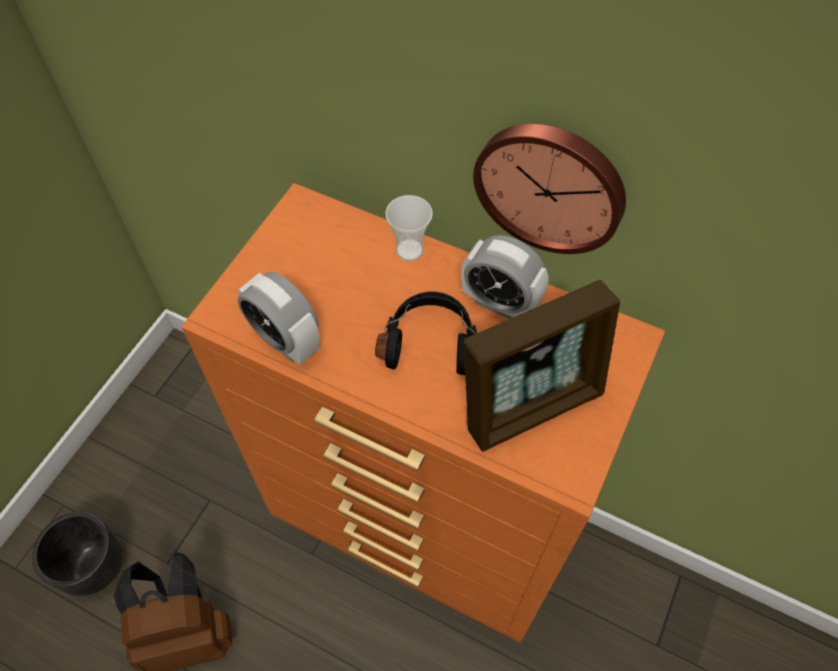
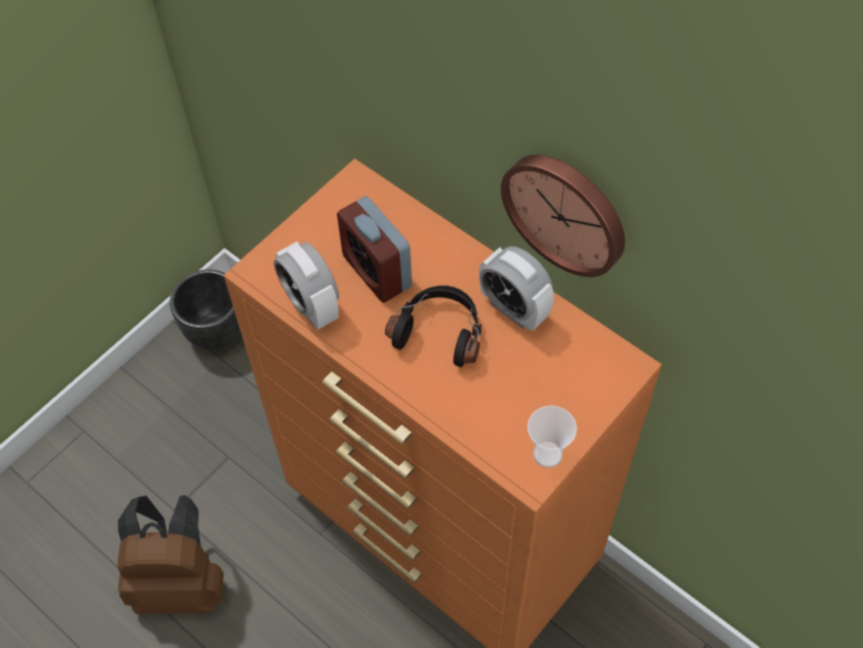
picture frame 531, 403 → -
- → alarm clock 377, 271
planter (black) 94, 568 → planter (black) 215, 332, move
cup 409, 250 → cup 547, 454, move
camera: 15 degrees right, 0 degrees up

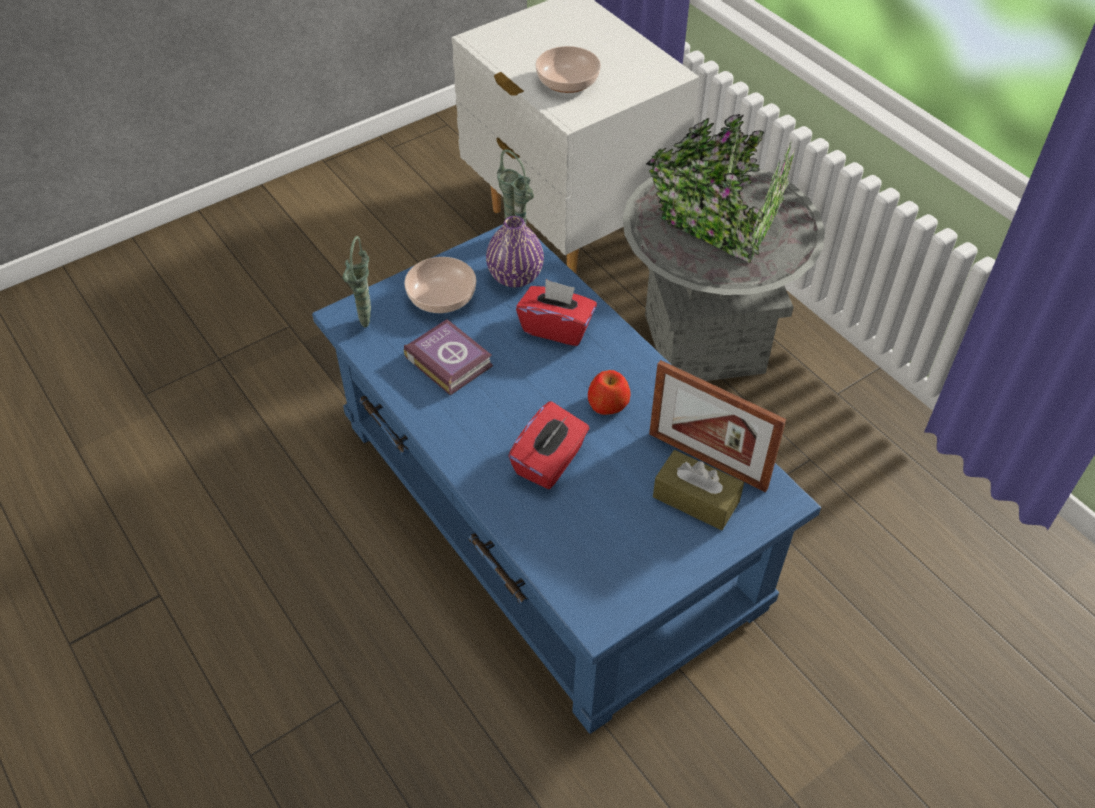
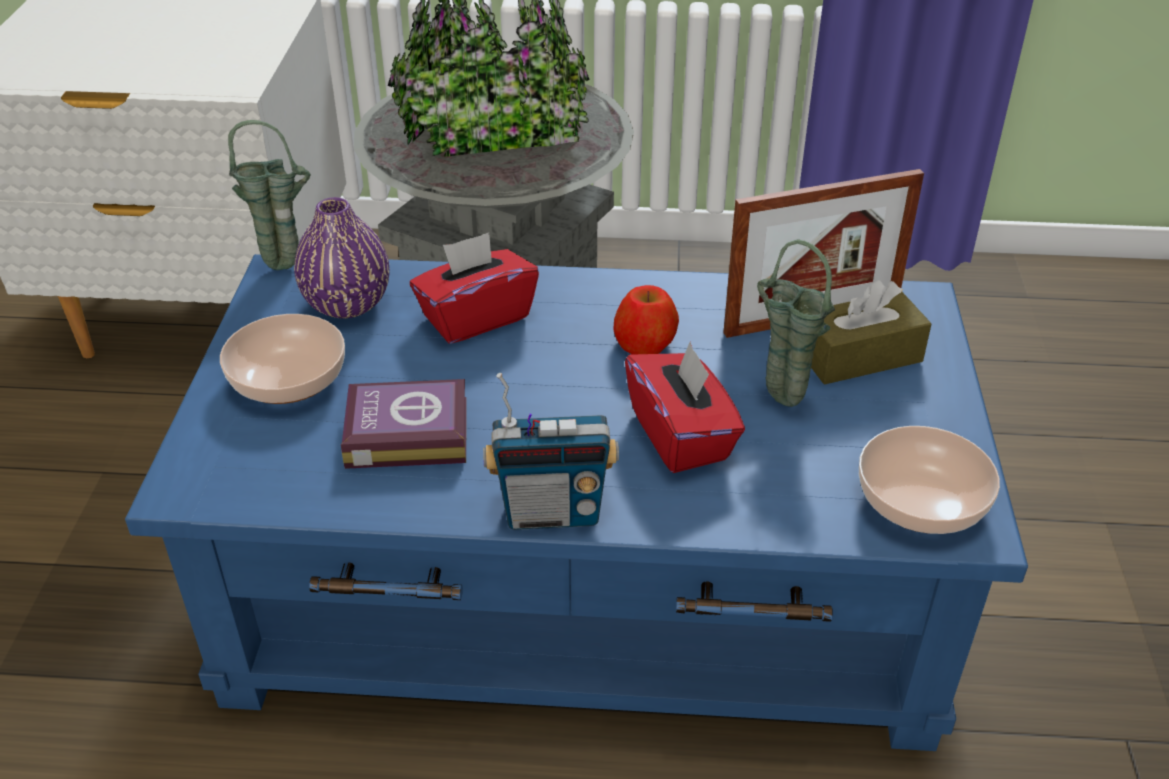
- → radio 552, 512
vase (green) 366, 321 → vase (green) 779, 400, move
bowl 567, 82 → bowl 923, 503, move
camera: 50 degrees left, 10 degrees down

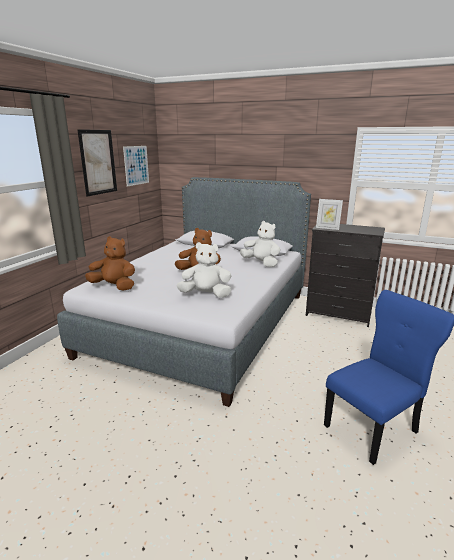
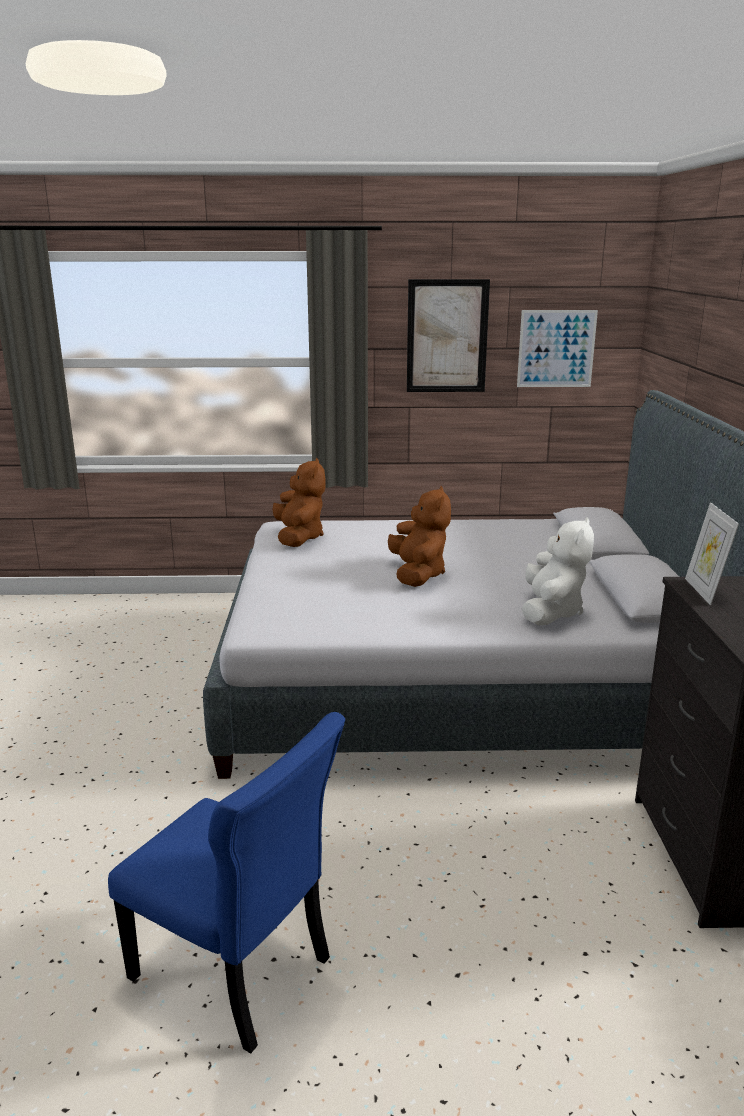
plush toy (white) 206, 295 → -
camera: 65 degrees right, 0 degrees up

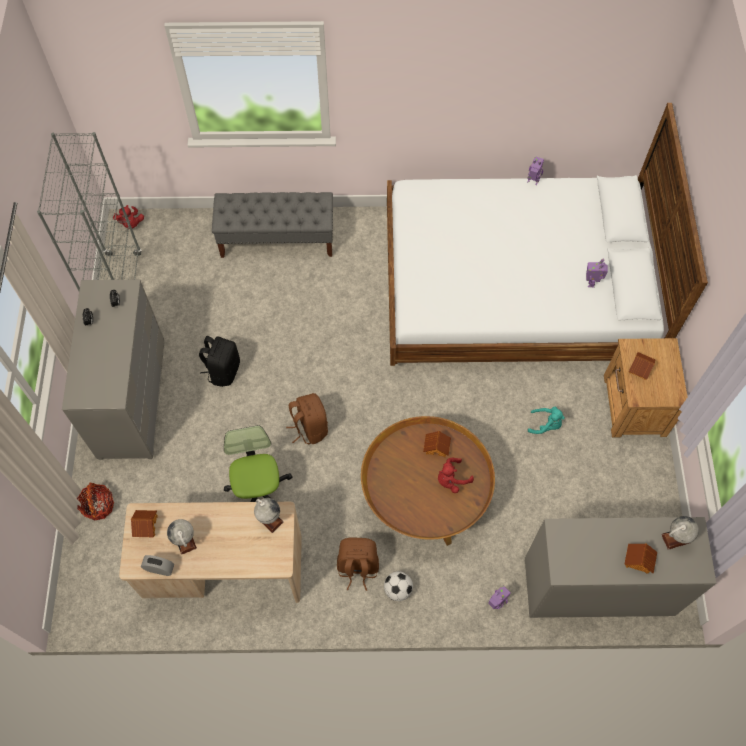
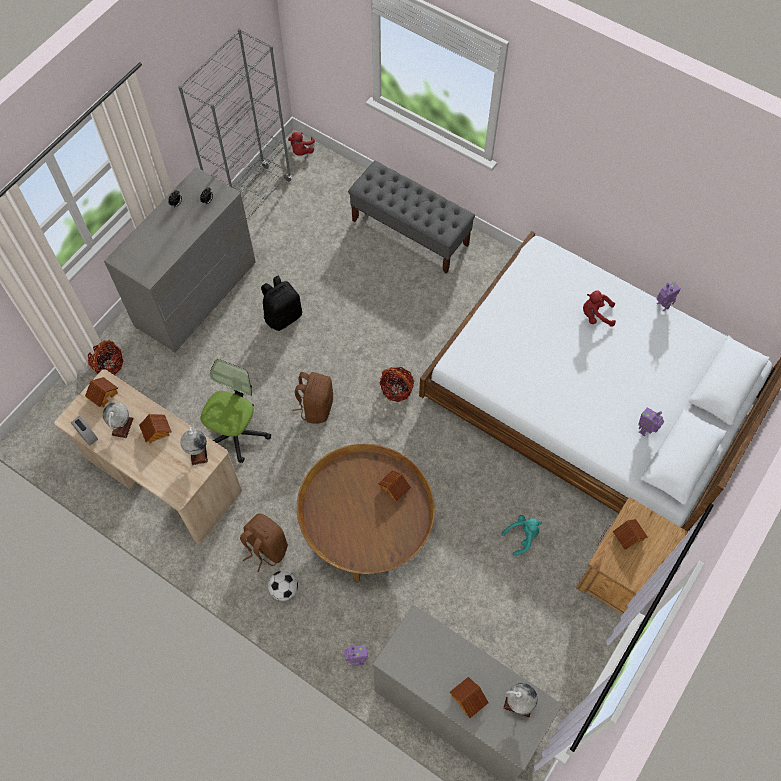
- → toy house 156, 431
- → basket 397, 389
plush toy (red) 451, 479 → plush toy (red) 595, 315, move
plush toy (turquoise) 546, 425 → plush toy (turquoise) 522, 536, 75 degrees counterclockwise
camera: 35 degrees right, 0 degrees up

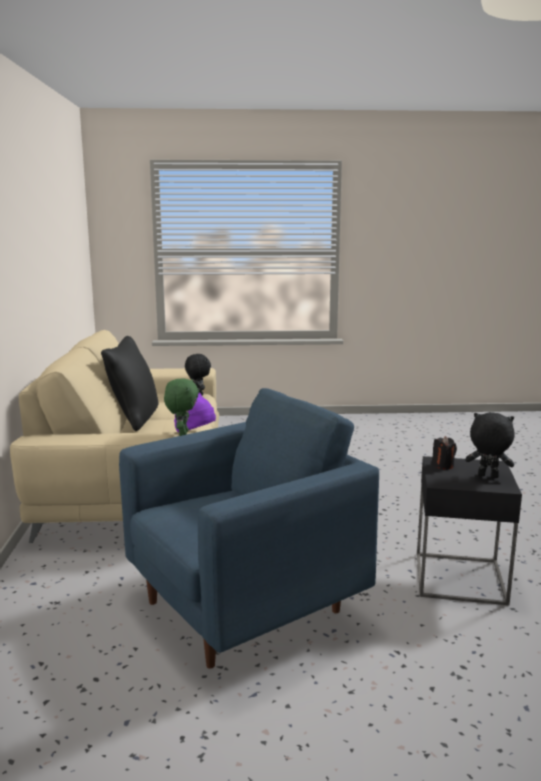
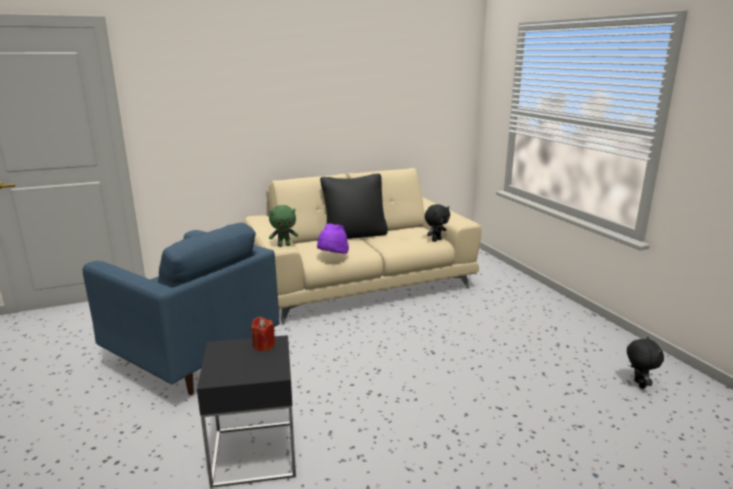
plush toy (black) 487, 476 → plush toy (black) 638, 384, move
candle (black) 443, 465 → candle (red) 263, 345
camera: 70 degrees right, 5 degrees up

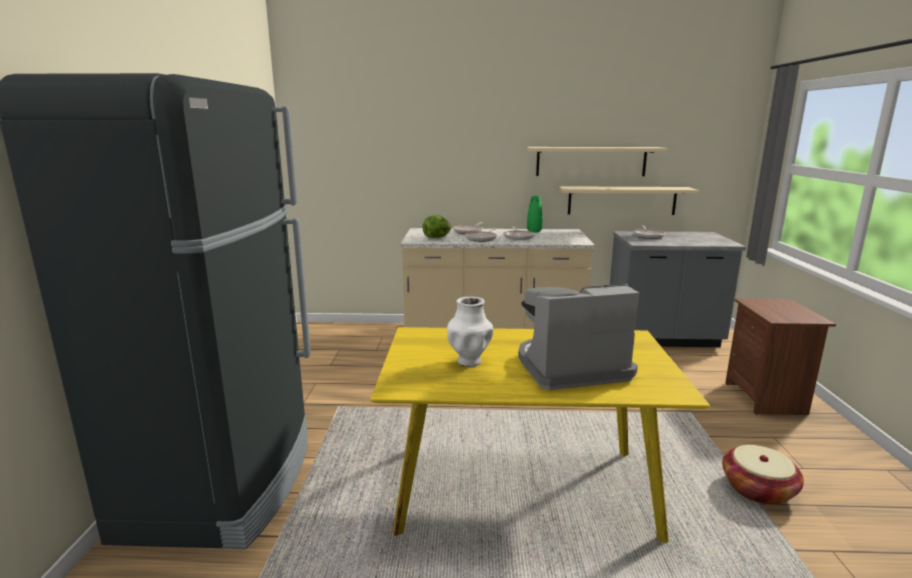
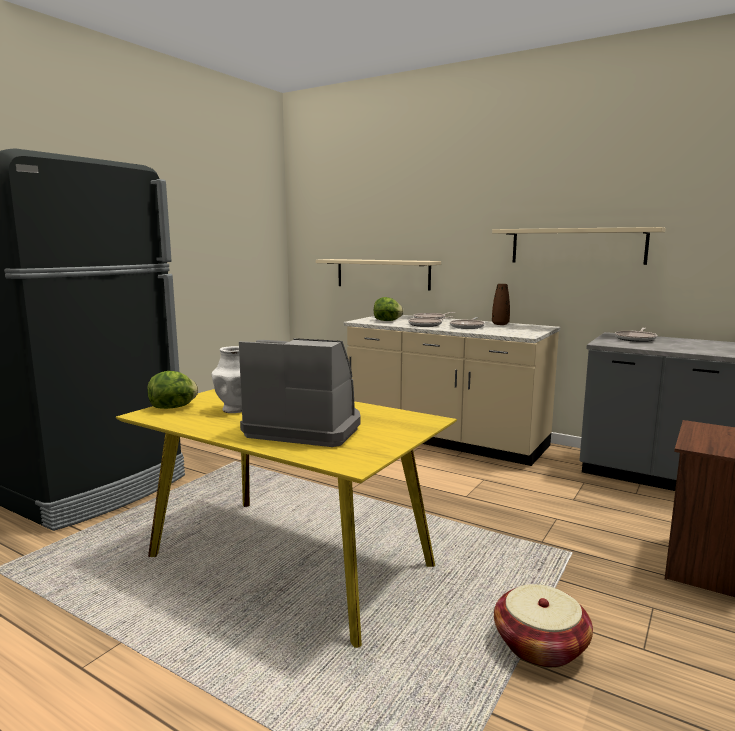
- → lettuce 174, 407
shelf (beige) 621, 200 → shelf (beige) 382, 274, move
vase (green) 534, 231 → vase (brown) 500, 324
camera: 30 degrees right, 5 degrees down

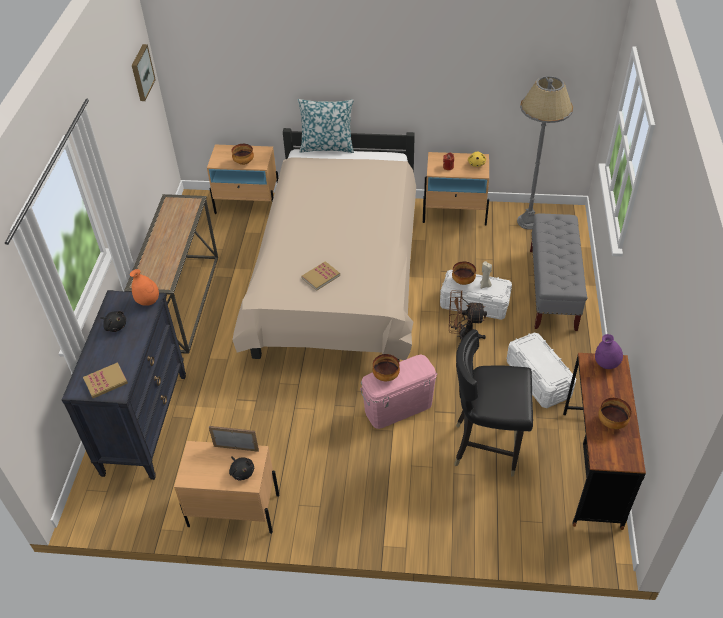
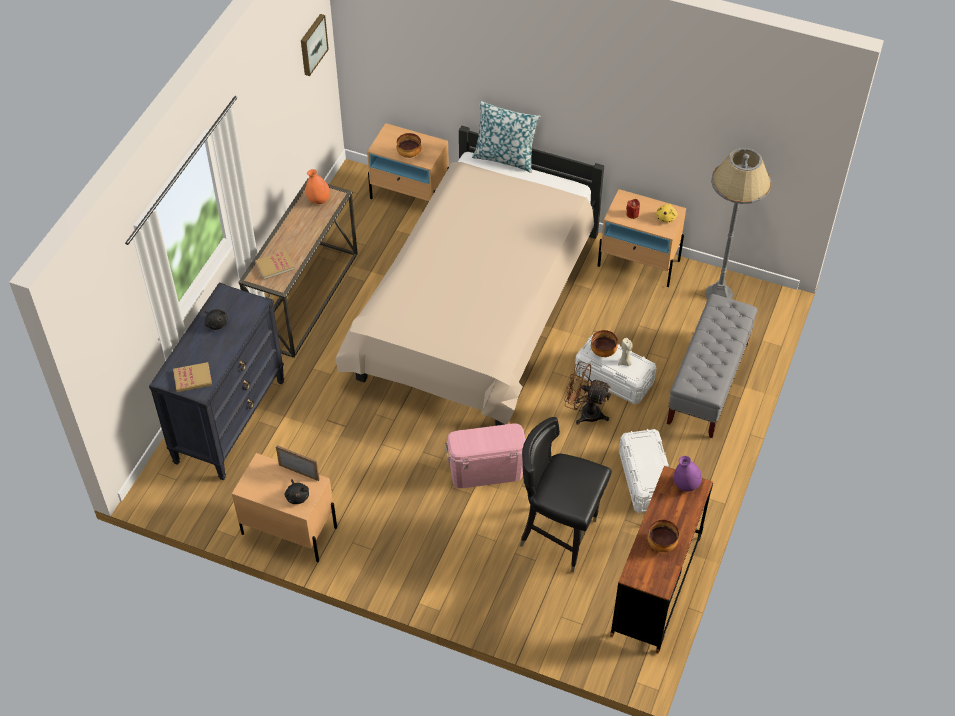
bowl 386, 376 → -
vase (orange) 148, 301 → vase (orange) 318, 200, move
book 321, 277 → book 274, 266, move
camera: 15 degrees right, 5 degrees up

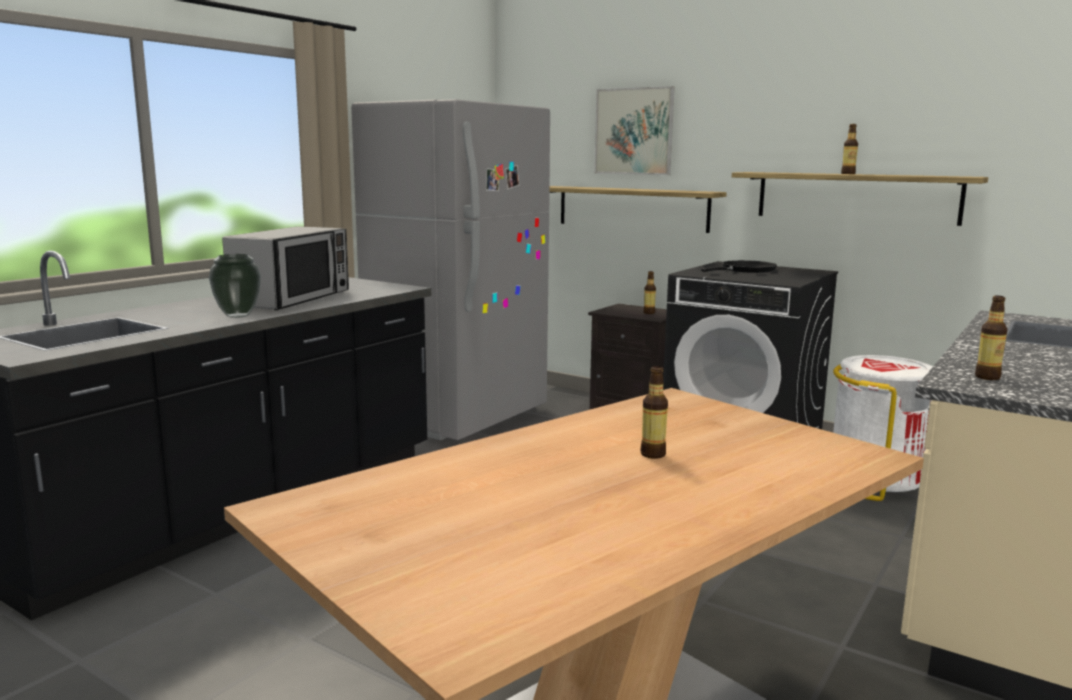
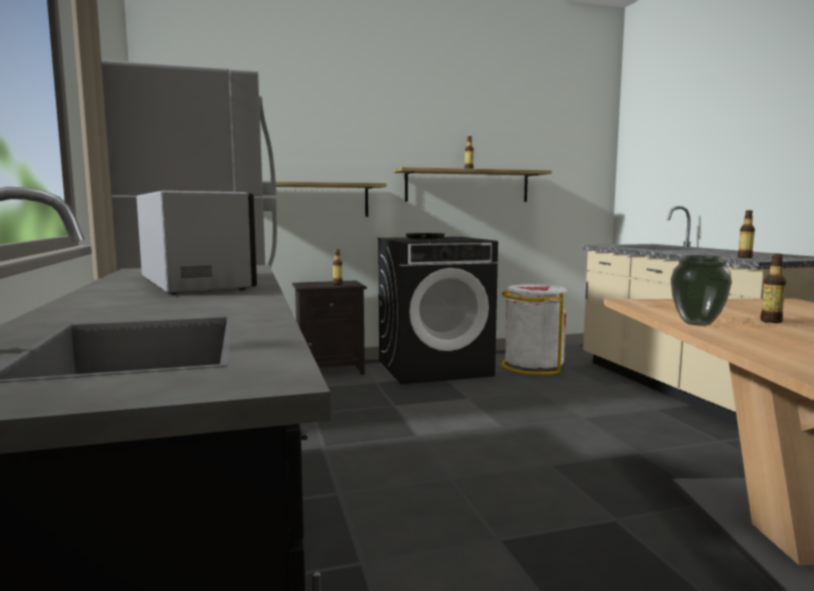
picture 634, 131 → -
vase 238, 315 → vase 697, 323, move
camera: 50 degrees left, 5 degrees down

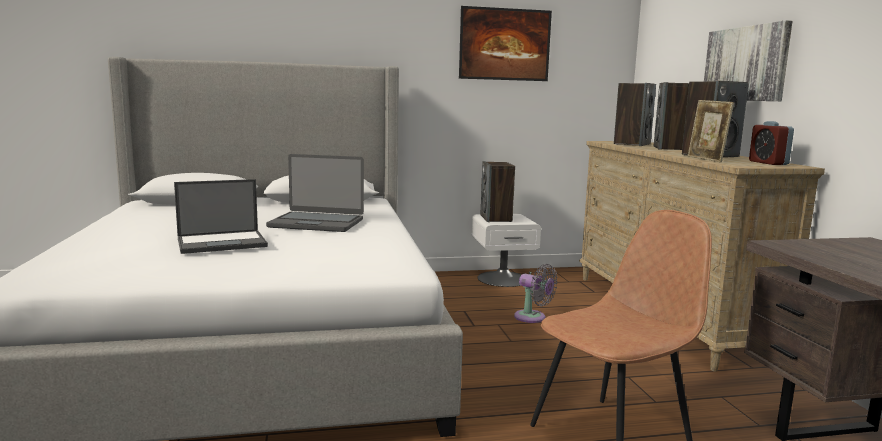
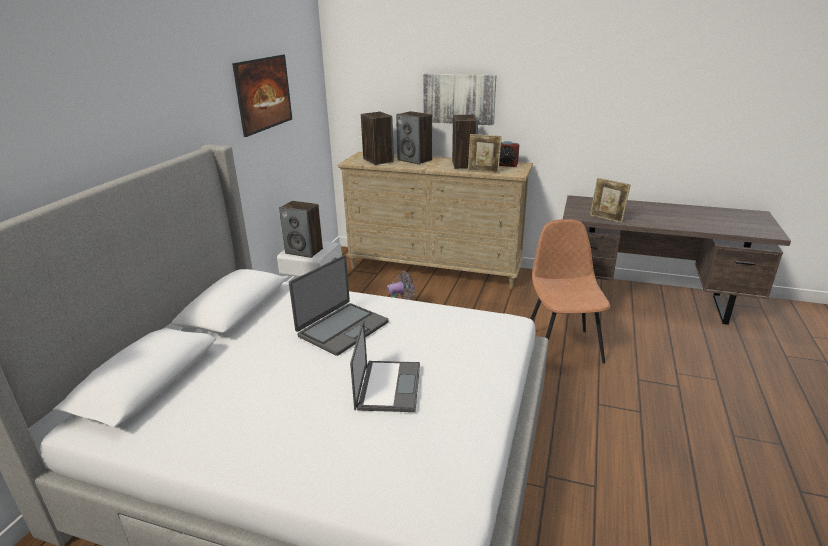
- → picture frame 606, 219
camera: 60 degrees left, 15 degrees up

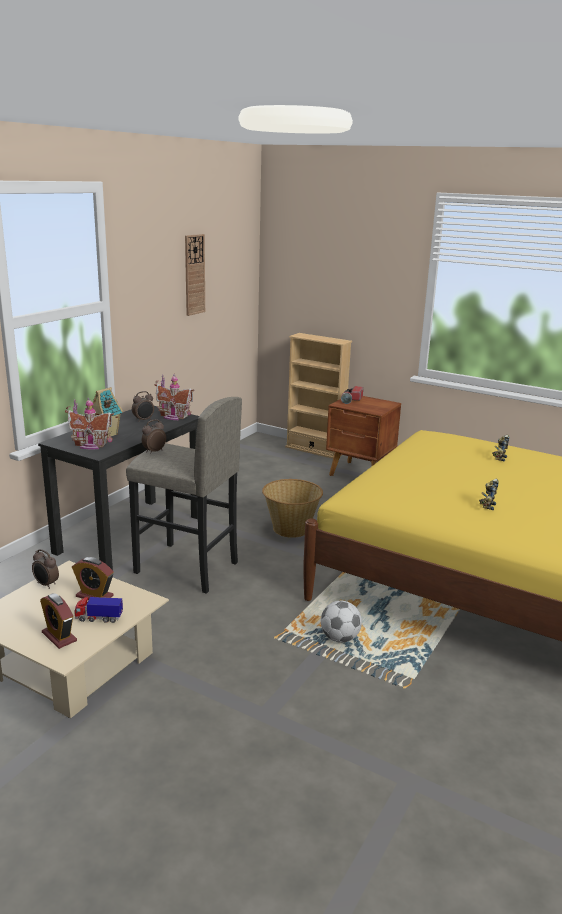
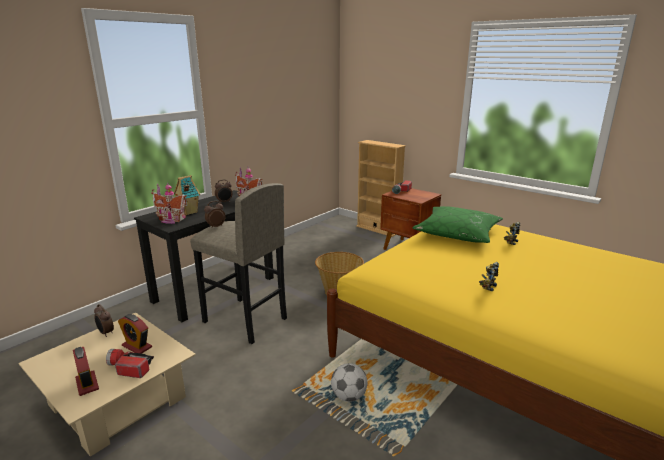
wall clock 194, 275 → -
- → pillow (green) 457, 233
toy truck 98, 618 → flashlight 128, 368
camera: 10 degrees right, 0 degrees up

